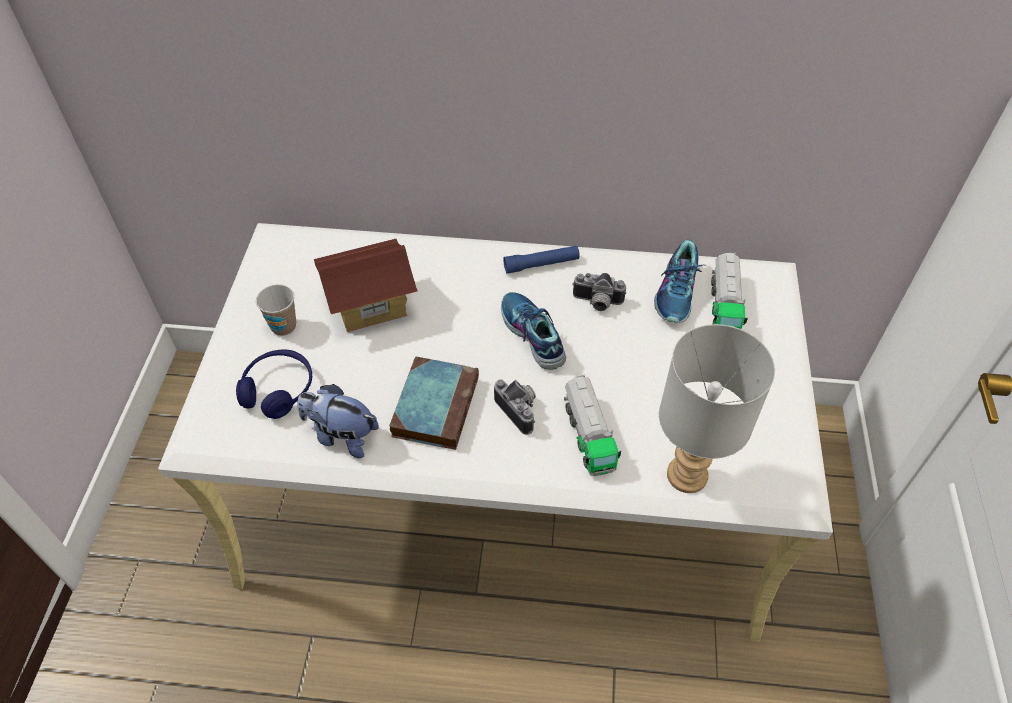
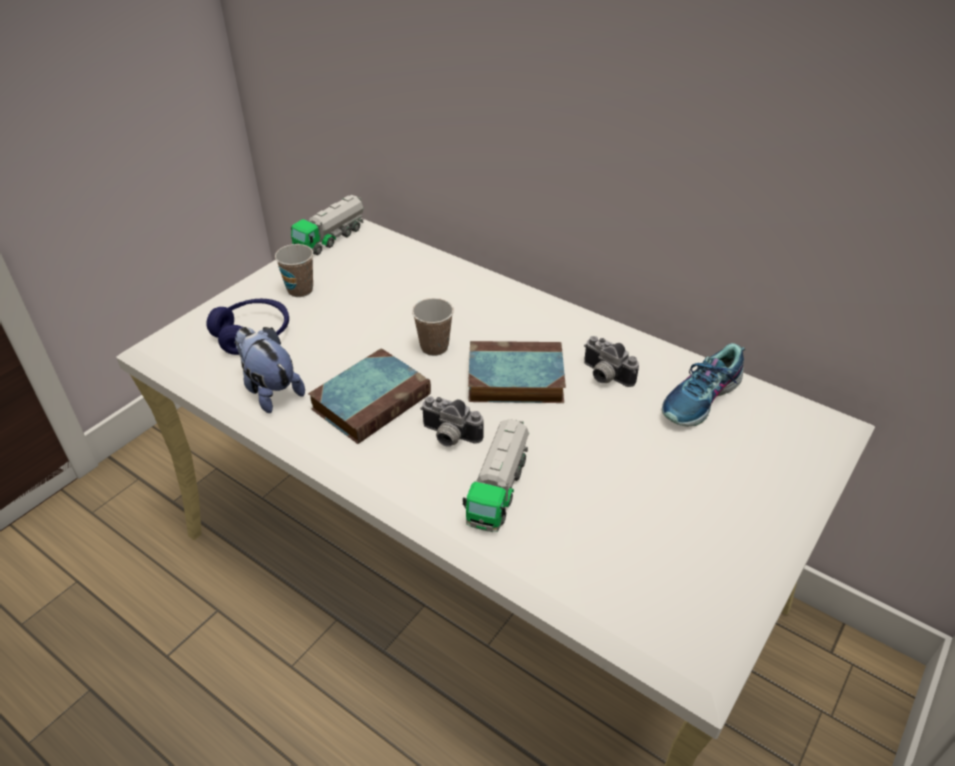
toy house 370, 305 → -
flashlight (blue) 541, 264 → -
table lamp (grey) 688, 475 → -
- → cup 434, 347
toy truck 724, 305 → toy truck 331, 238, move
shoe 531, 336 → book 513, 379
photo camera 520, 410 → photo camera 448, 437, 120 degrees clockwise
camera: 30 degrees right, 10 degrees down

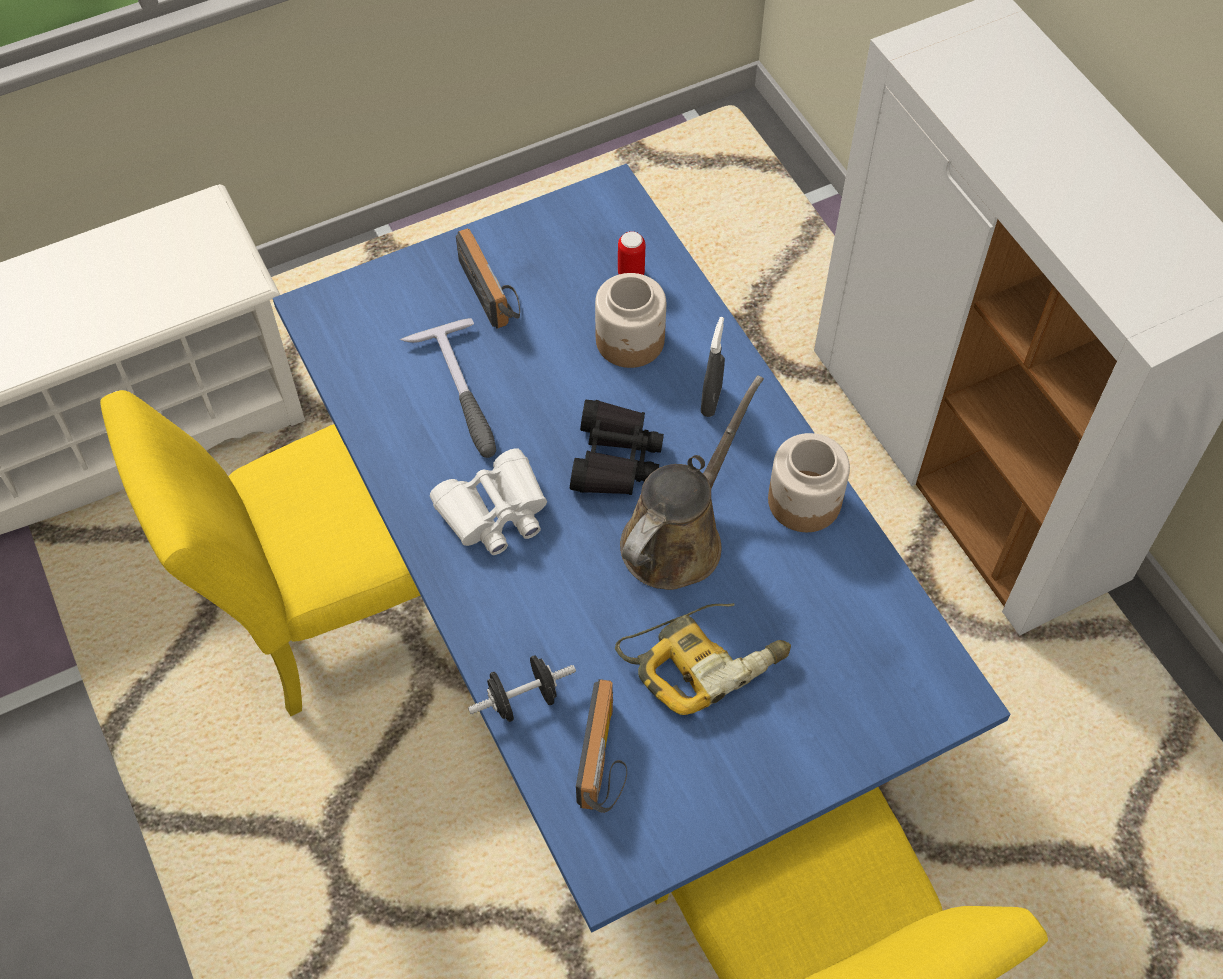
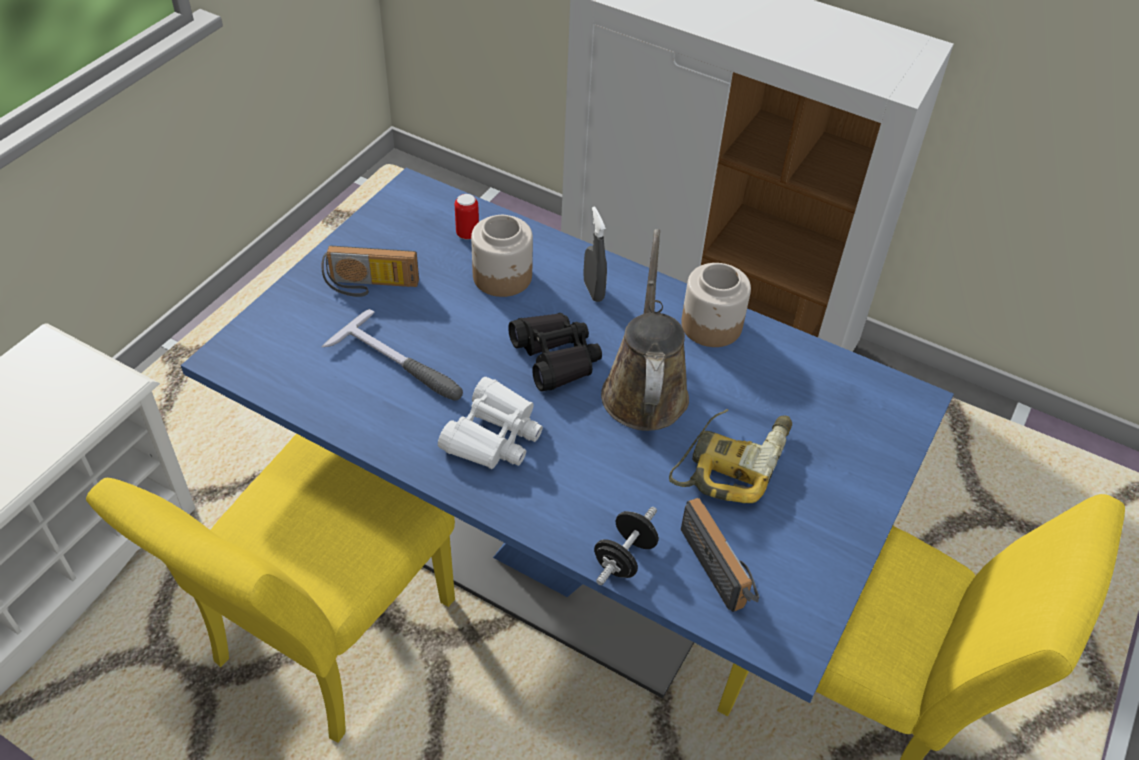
radio 494, 291 → radio 370, 286, 150 degrees clockwise
camera: 35 degrees left, 10 degrees down

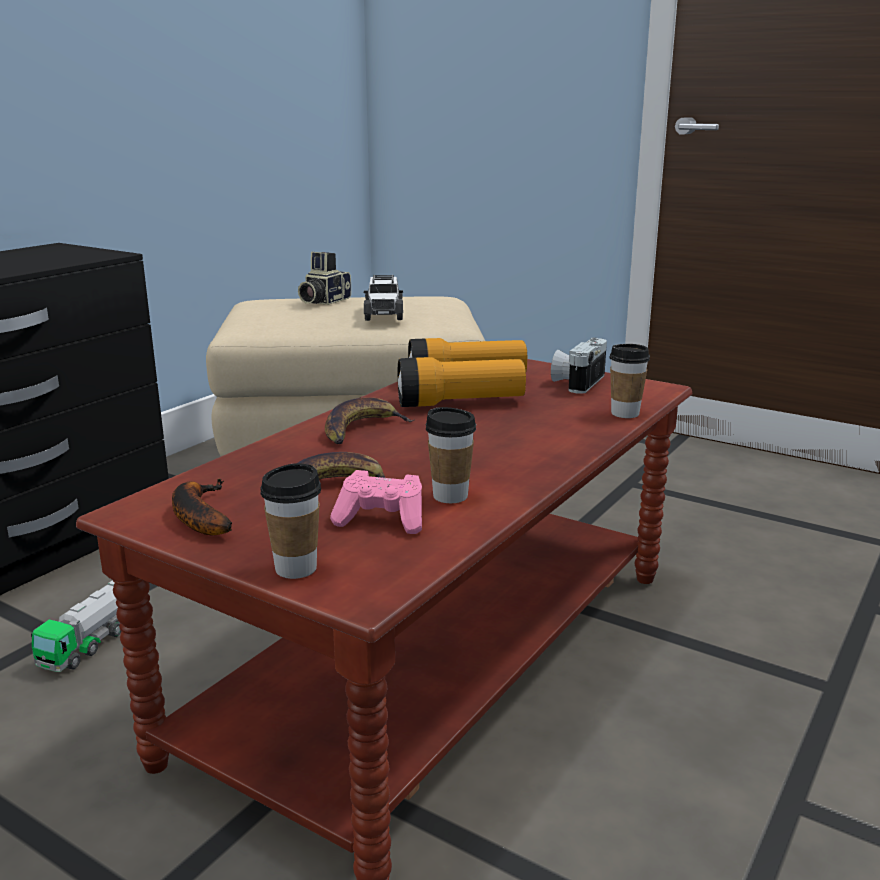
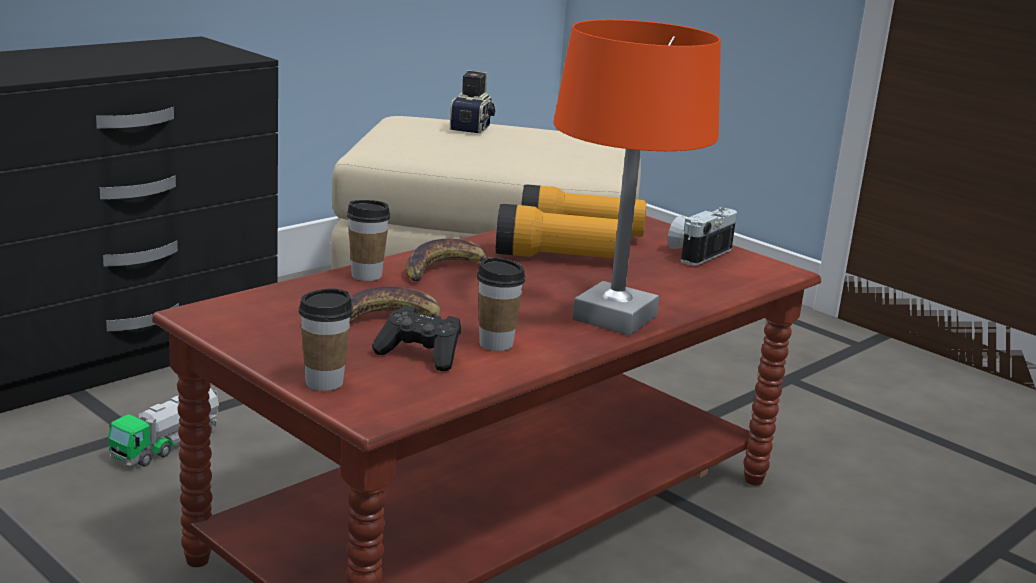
banana 198, 515 → -
toy car 383, 314 → -
- → table lamp (orange) 613, 318
cup 625, 413 → cup 366, 275, move
game controller (pink) 382, 520 → game controller (black) 420, 355
photo camera 323, 301 → photo camera 473, 127, 150 degrees clockwise
camera: 10 degrees right, 0 degrees up

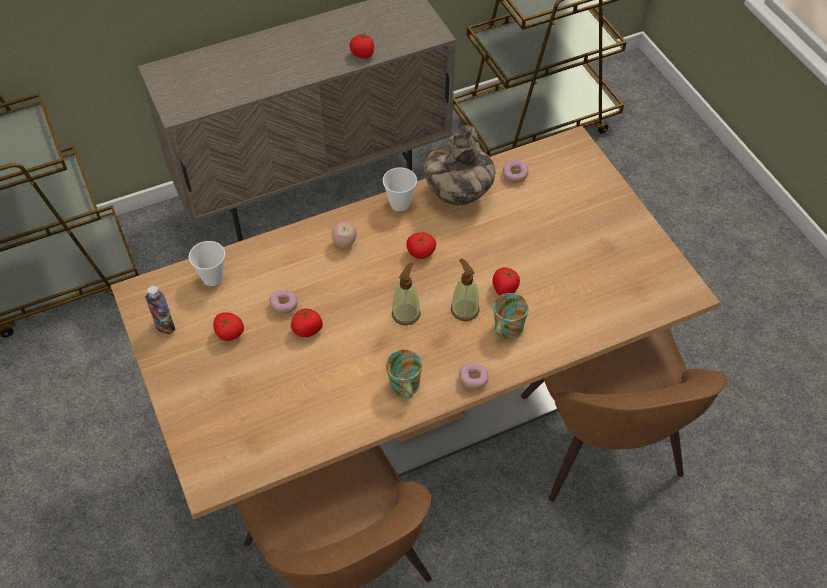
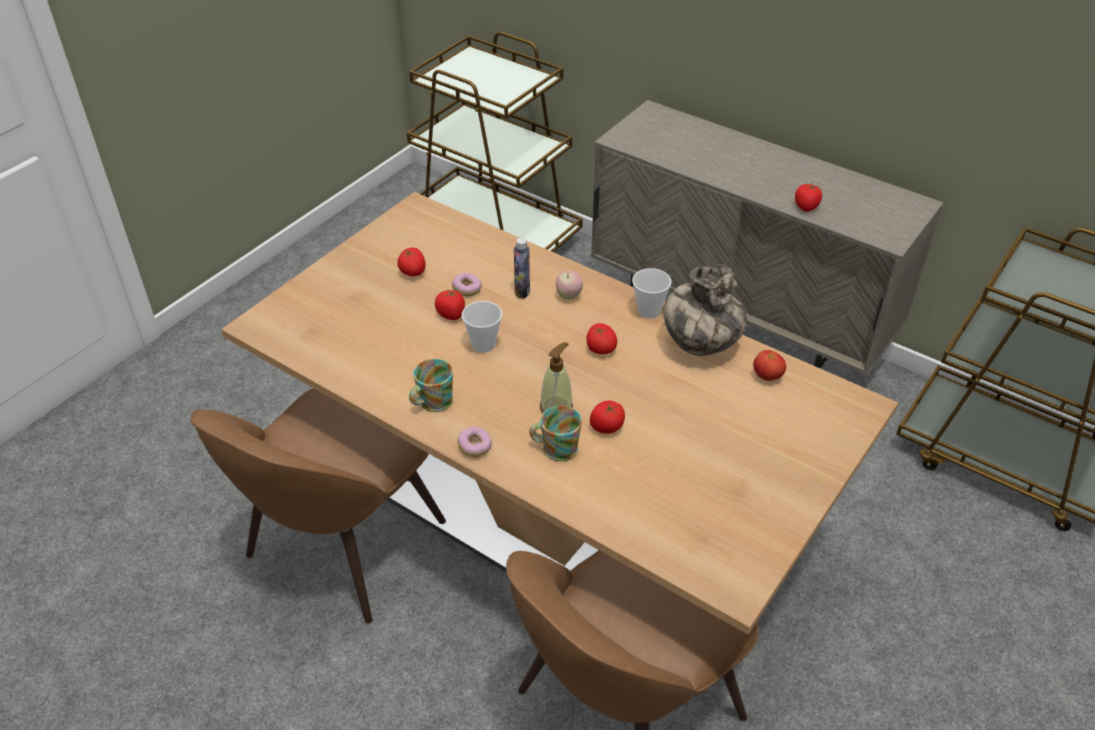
soap dispenser 406, 313 → -
bottle 165, 326 → bottle 522, 291, move
cup 212, 277 → cup 483, 345, move
donut 515, 175 → tomato 767, 376
camera: 60 degrees right, 10 degrees down

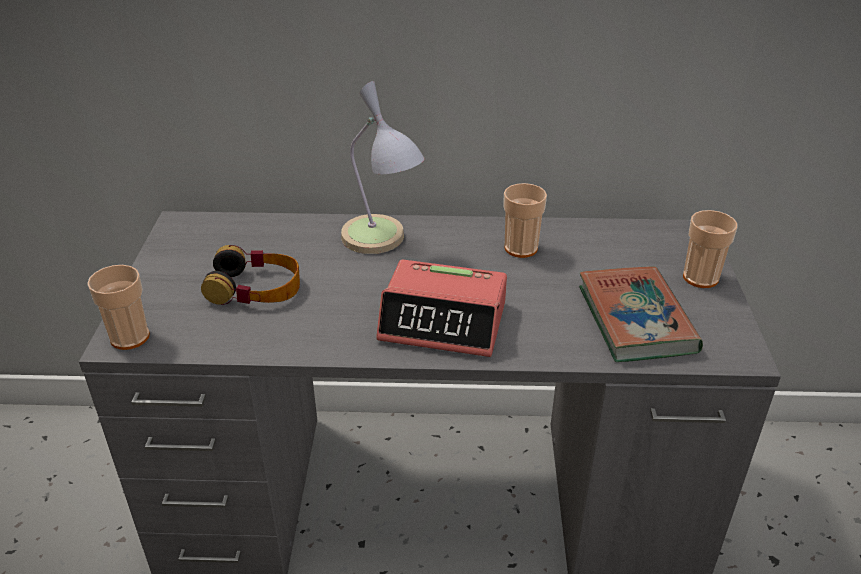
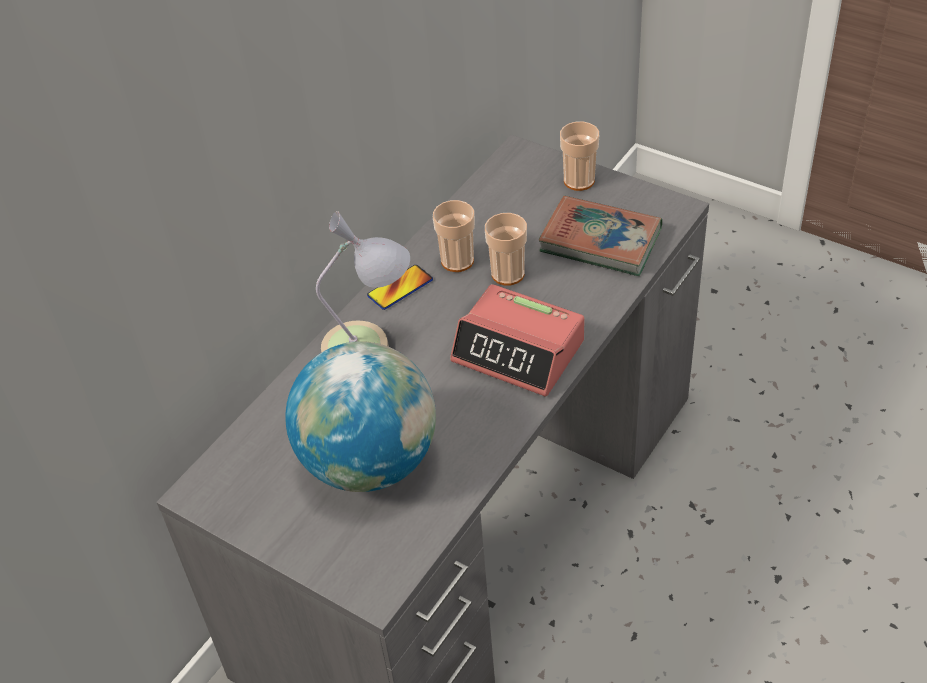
- → phone 400, 288
cup 130, 337 → cup 508, 274, move
headphones 255, 288 → globe 369, 462
alarm clock 444, 321 → alarm clock 519, 351, 75 degrees clockwise
camera: 55 degrees left, 10 degrees up

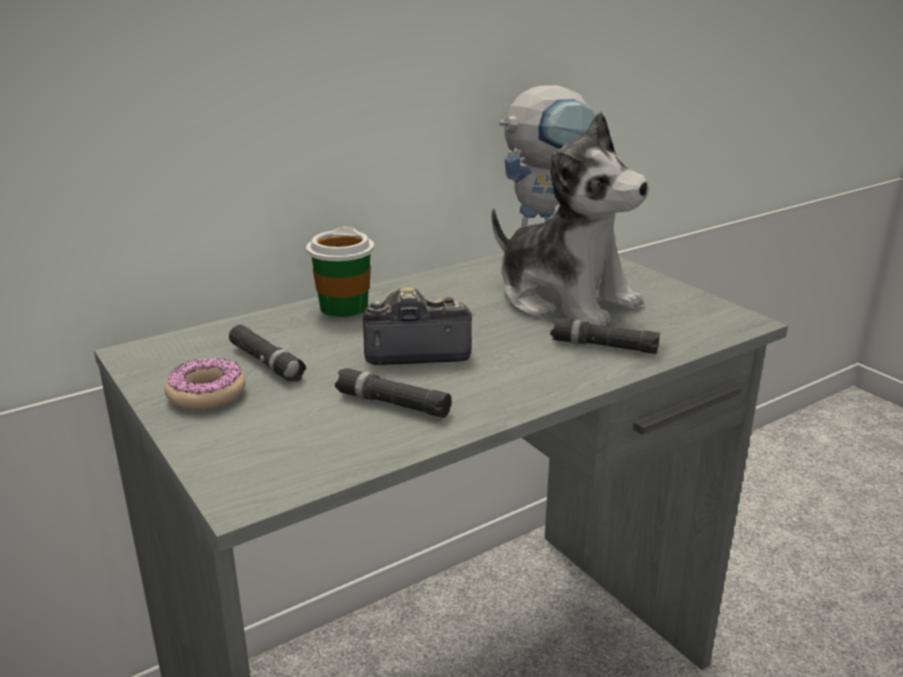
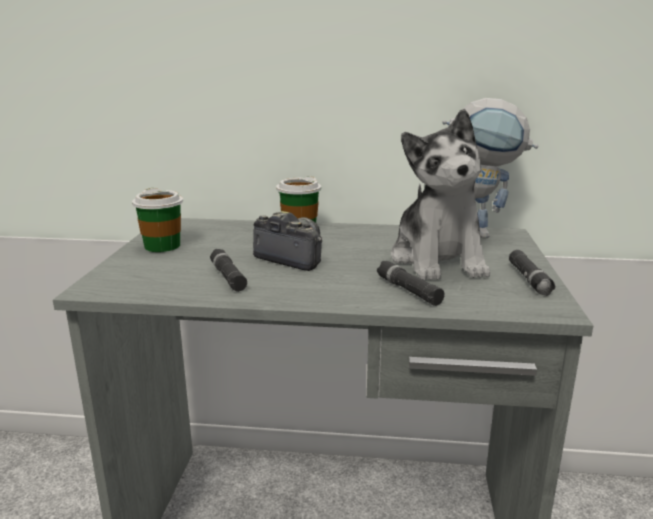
flashlight (black) 267, 362 → flashlight (black) 529, 279, move
donut 207, 394 → cup 162, 246
camera: 40 degrees right, 5 degrees down

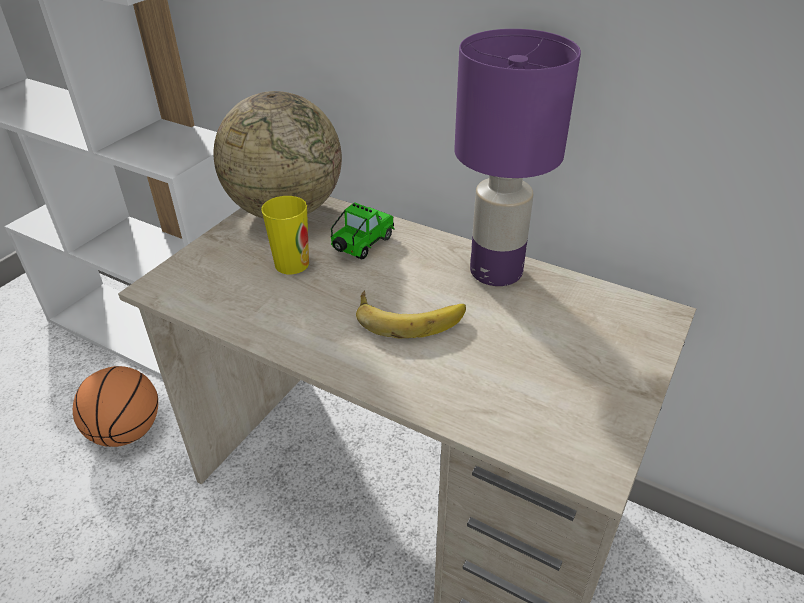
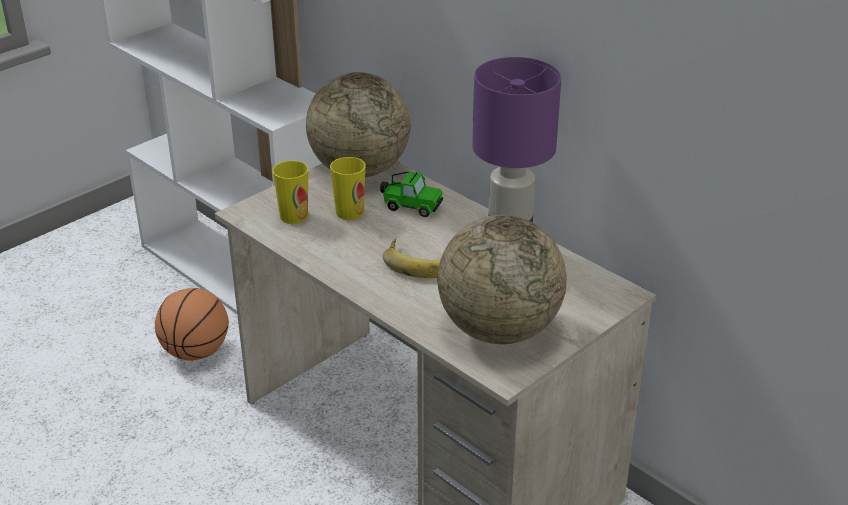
- → cup 293, 216
- → globe 499, 329
toy car 361, 245 → toy car 410, 206, 60 degrees clockwise
camera: 15 degrees right, 5 degrees down

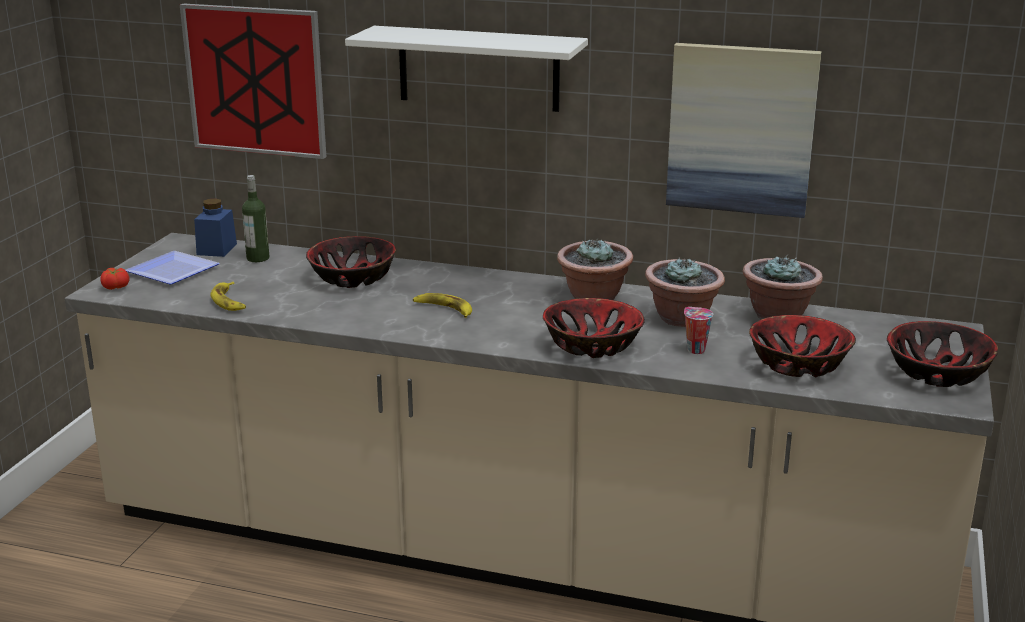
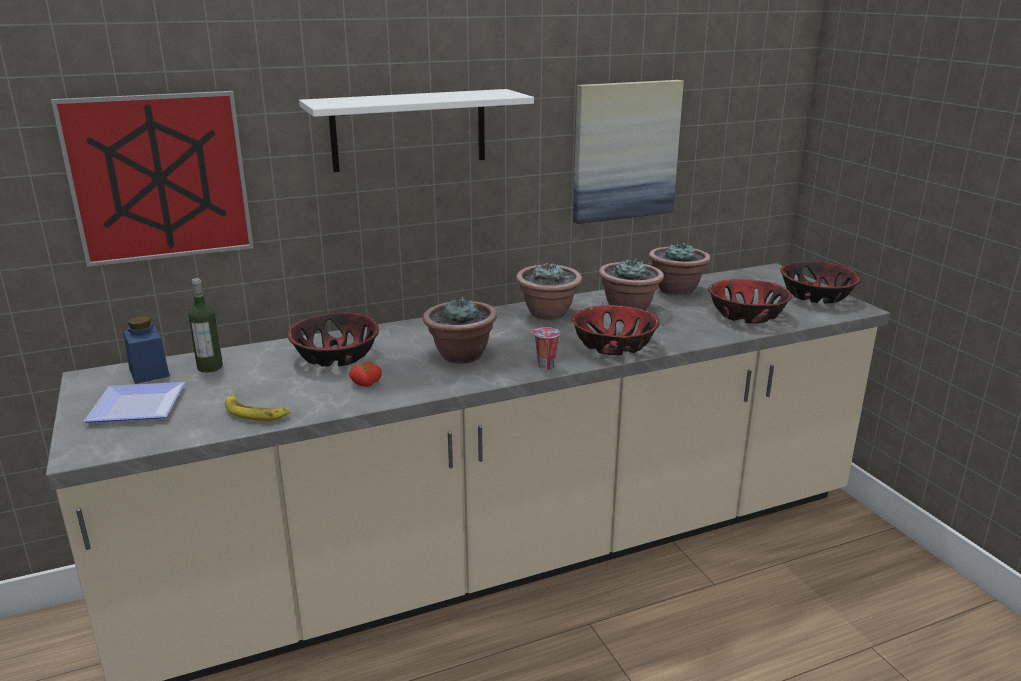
tomato 115, 287 → tomato 366, 384, move
cup 694, 350 → cup 544, 366, move
banana 444, 309 → potted plant 460, 355
camera: 40 degrees left, 0 degrees up

